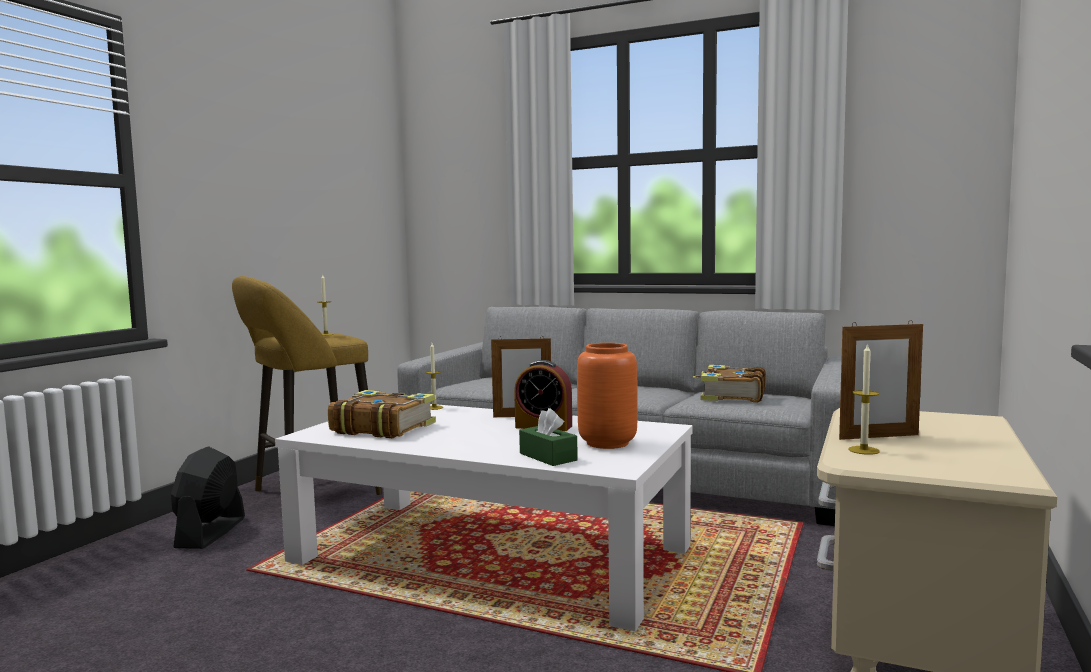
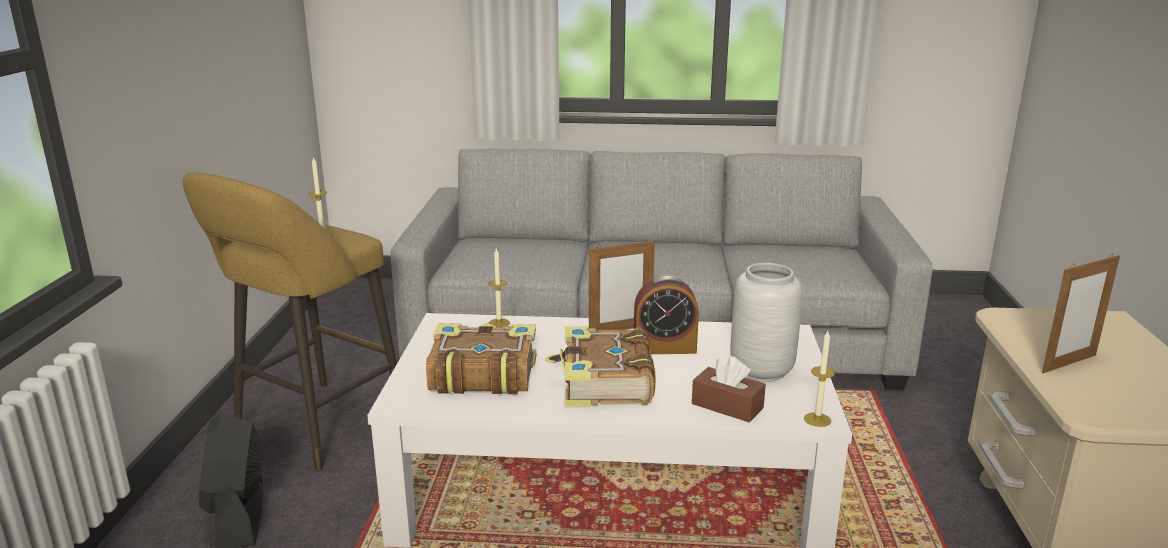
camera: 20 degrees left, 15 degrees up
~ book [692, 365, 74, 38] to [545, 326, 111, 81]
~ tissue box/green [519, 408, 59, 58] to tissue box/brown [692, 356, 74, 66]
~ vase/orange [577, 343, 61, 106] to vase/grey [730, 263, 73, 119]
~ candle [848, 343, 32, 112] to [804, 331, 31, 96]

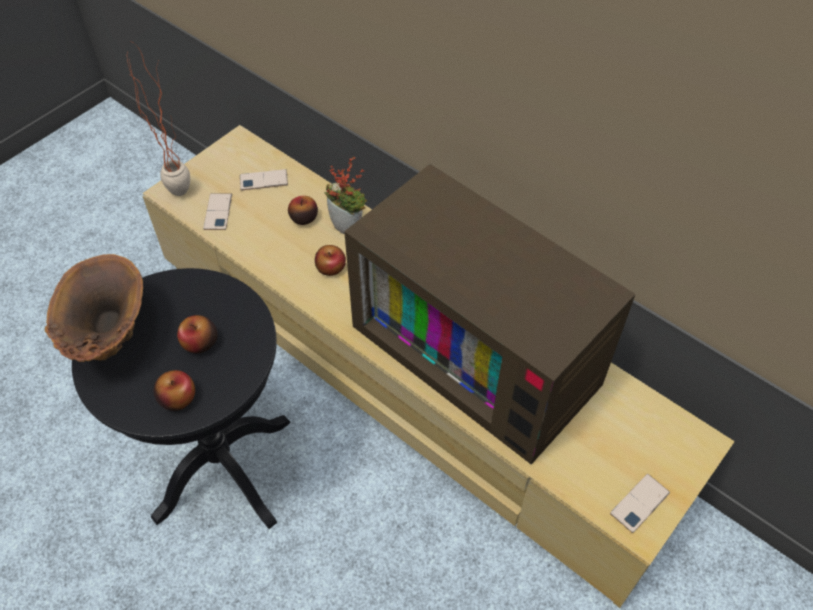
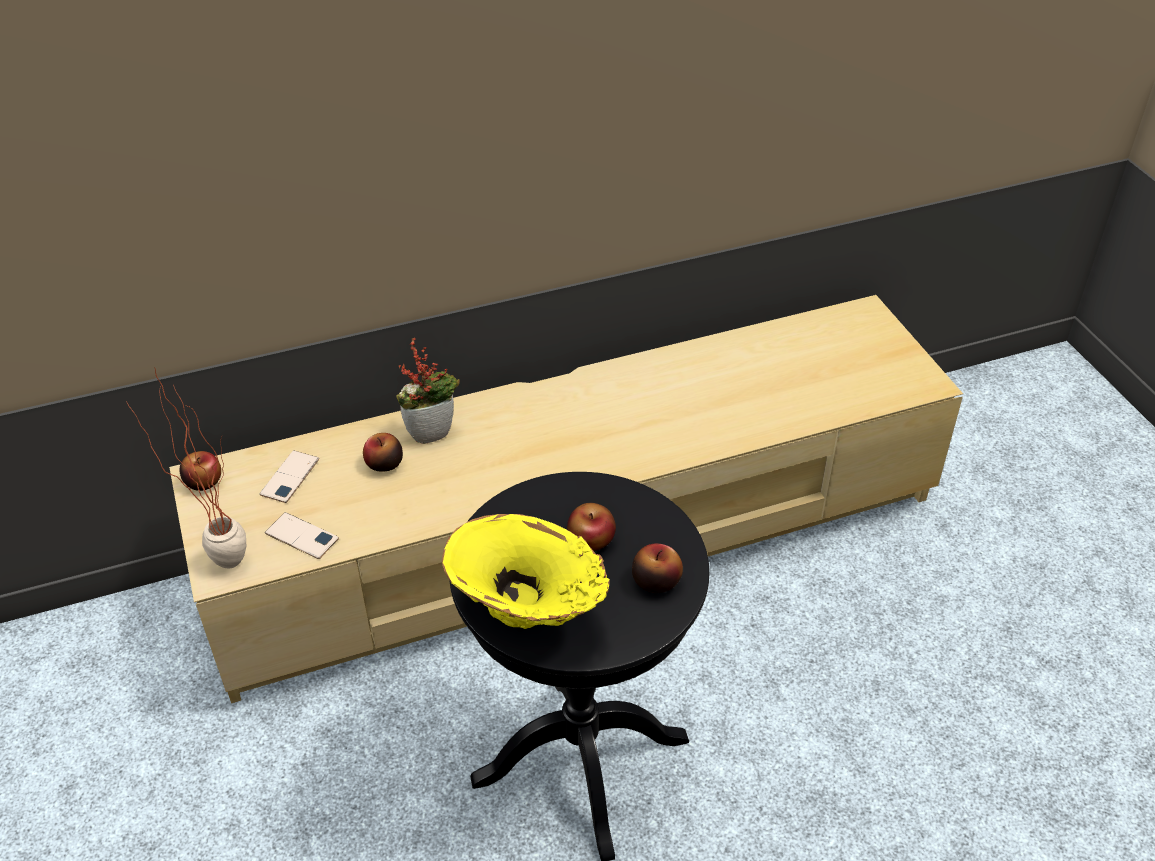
camera: 60 degrees left, 10 degrees down
~ apple [315, 245, 31, 31] to [180, 451, 41, 40]
~ vase/brown [45, 254, 98, 108] to vase/yellow [442, 514, 168, 115]
- television [344, 164, 291, 301]
- phone [610, 474, 60, 59]

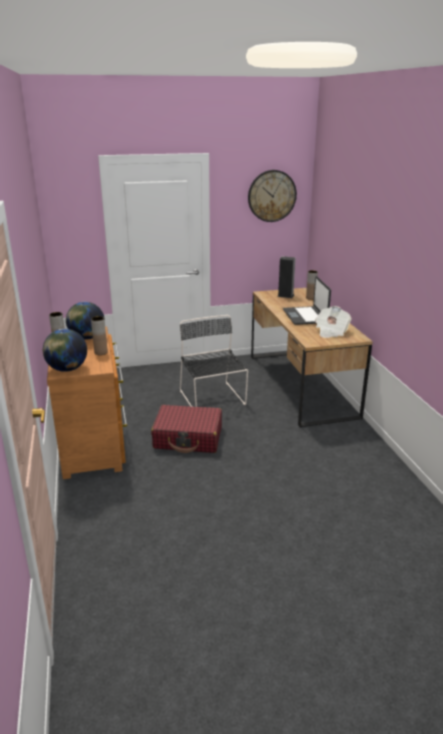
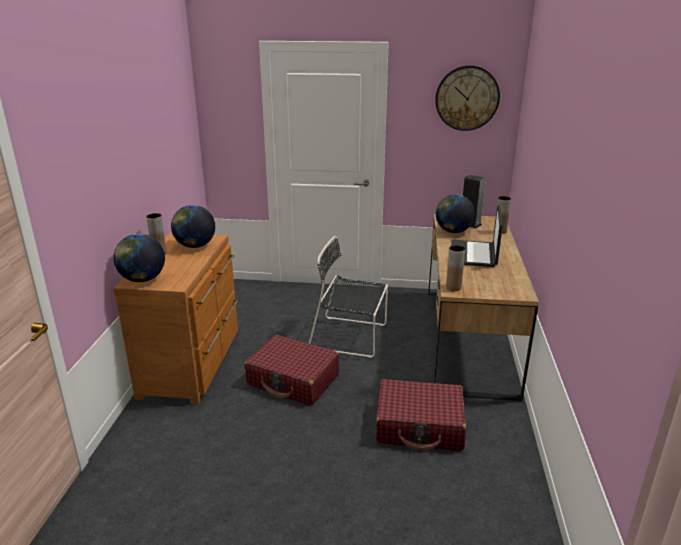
camera: 20 degrees right, 0 degrees up
~ chair/black [180, 315, 68, 92] = [309, 236, 79, 122] 75 degrees counterclockwise
+ suitcase/red [376, 379, 91, 72]
+ globe [436, 195, 39, 38]
~ vase/brown [91, 316, 17, 39] to [446, 245, 19, 46]
- newspaper [315, 306, 37, 32]

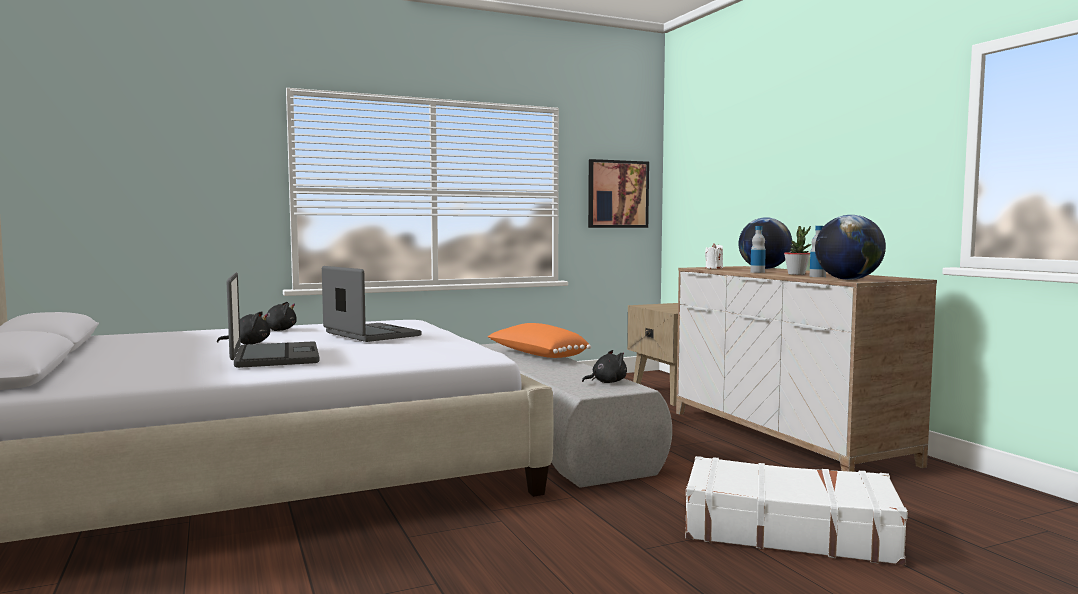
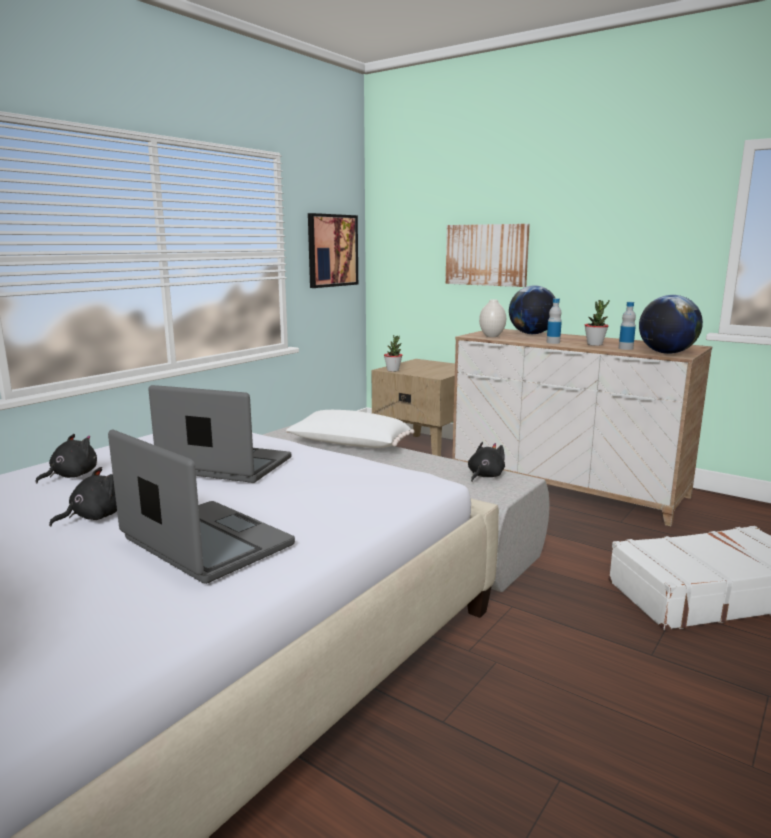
camera: 30 degrees left, 10 degrees up
~ pillow/orange [488, 323, 103, 35] to pillow/white [286, 410, 129, 38]
+ potted plant [384, 335, 18, 37]
+ picture [445, 224, 85, 63]
~ candle/white [705, 243, 18, 26] to vase/white [479, 299, 27, 38]

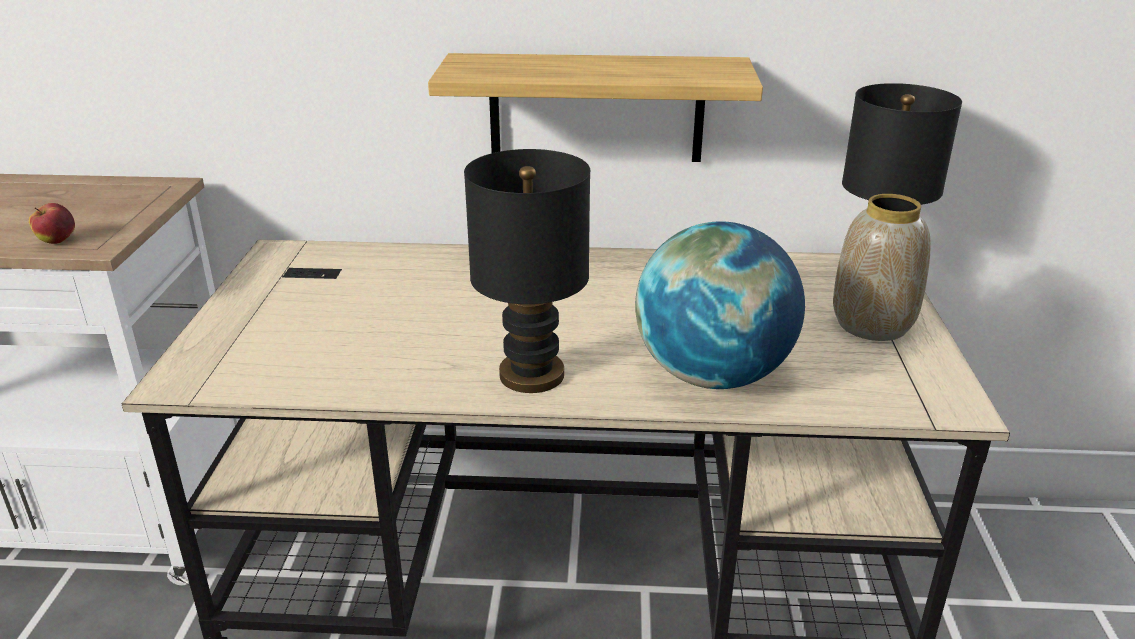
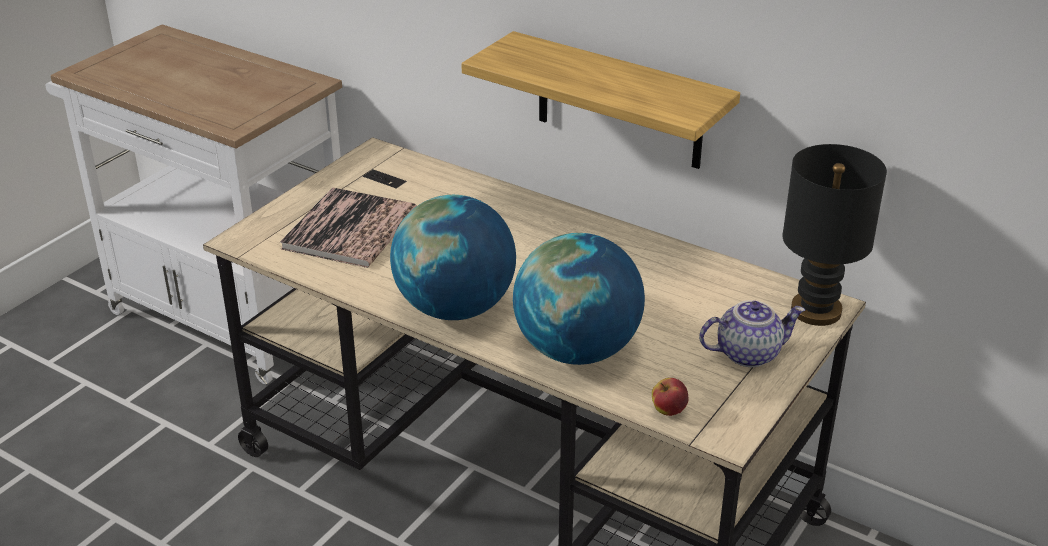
camera: 30 degrees right, 5 degrees up
+ book [280, 187, 137, 81]
~ table lamp/black [464, 149, 126, 244] to globe [390, 195, 126, 125]
~ apple [29, 203, 46, 41] to [652, 378, 36, 38]
~ vase [833, 194, 97, 147] to teapot [699, 300, 106, 67]

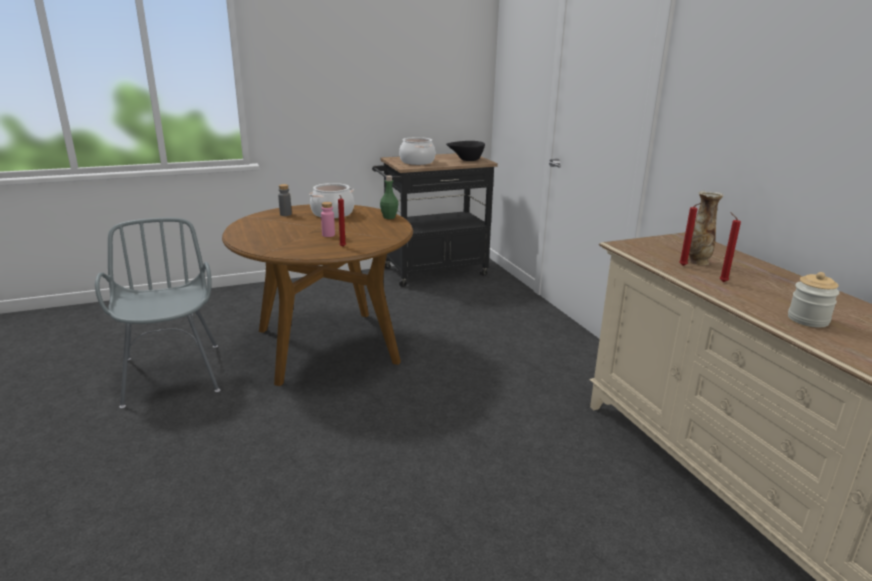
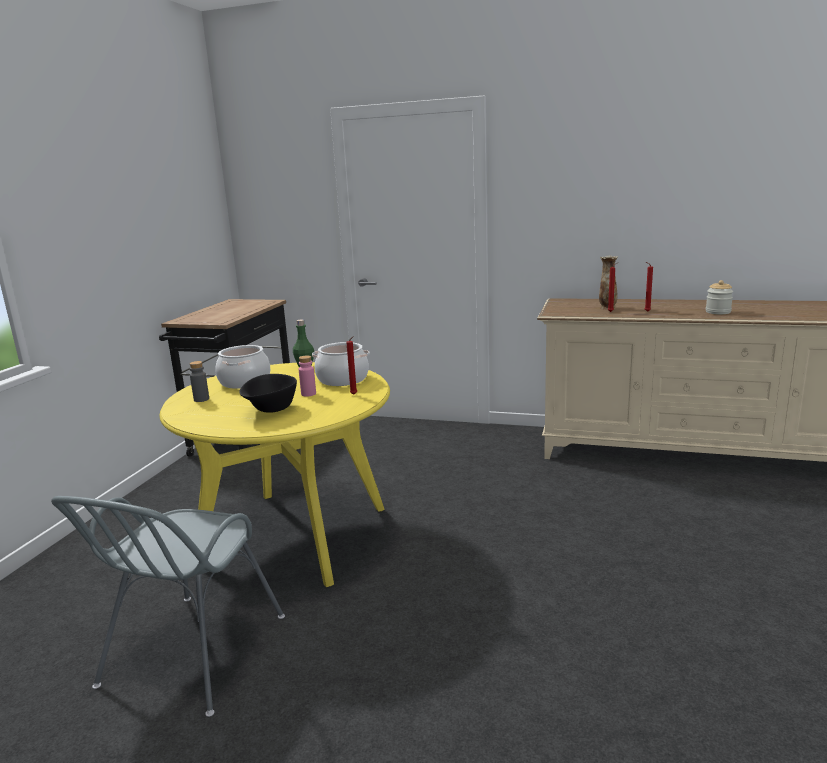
camera: 50 degrees left, 5 degrees down
~ chair/grey [95, 218, 125, 190] = [51, 496, 234, 221] 90 degrees counterclockwise
~ dining table/brown [222, 204, 191, 182] to dining table/yellow [159, 362, 231, 225]
~ bowl/black [446, 141, 39, 20] to [239, 374, 58, 39]
~ cooking pot [399, 137, 36, 28] to [312, 342, 58, 44]

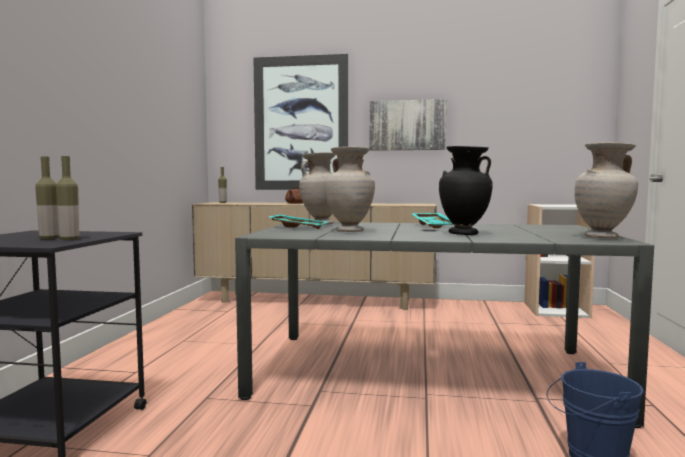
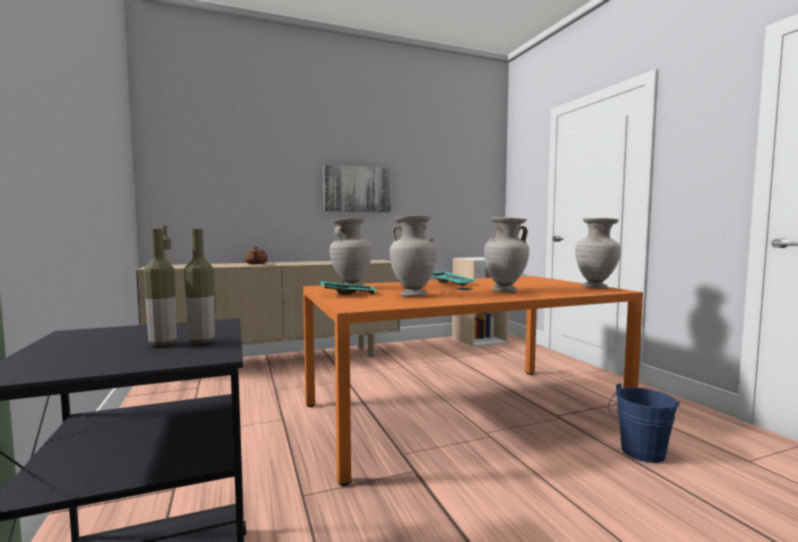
camera: 30 degrees left, 0 degrees up
~ dining table/grey [235, 222, 419, 206] to dining table/orange [303, 276, 340, 210]
~ vase/black [439, 146, 54, 89] to vase/beige [484, 217, 45, 75]
- picture [254, 54, 94, 136]

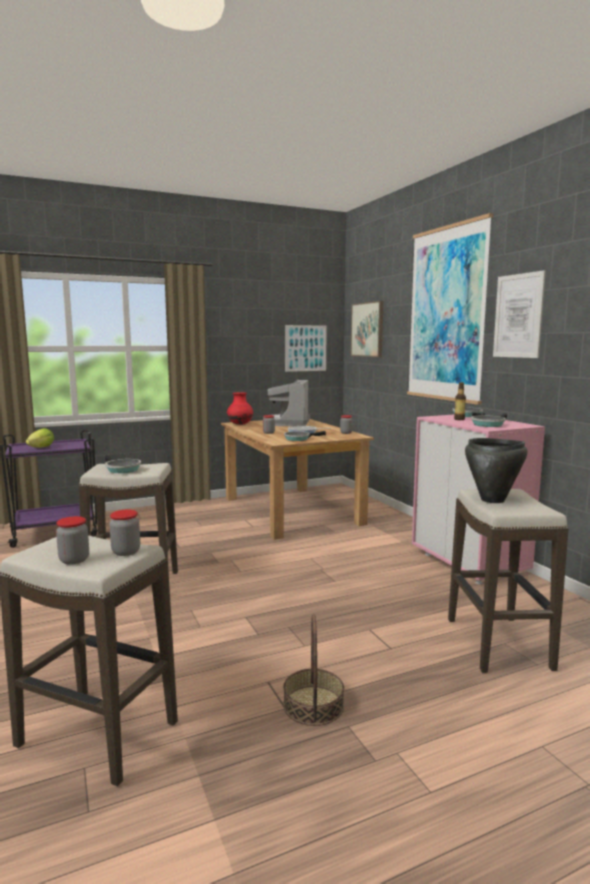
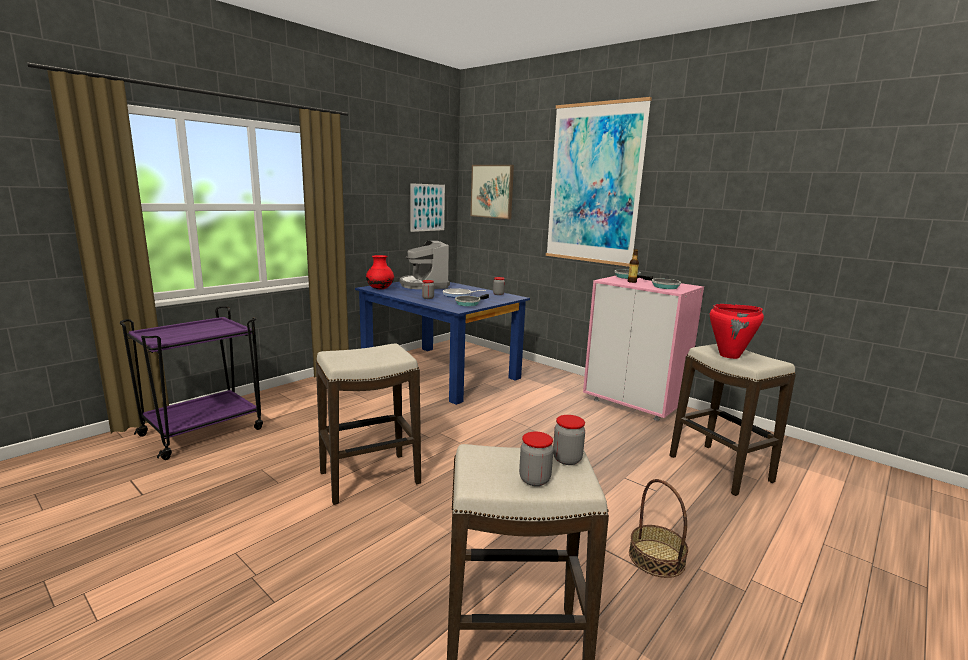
camera: 25 degrees left, 5 degrees up
~ dining table/brown [221, 419, 153, 121] to dining table/blue [355, 282, 175, 123]
~ cooking pot/black [465, 438, 63, 65] to cooking pot/red [710, 304, 54, 55]
- lettuce [26, 428, 28, 20]
- frying pan [104, 455, 37, 18]
- picture [493, 270, 53, 88]

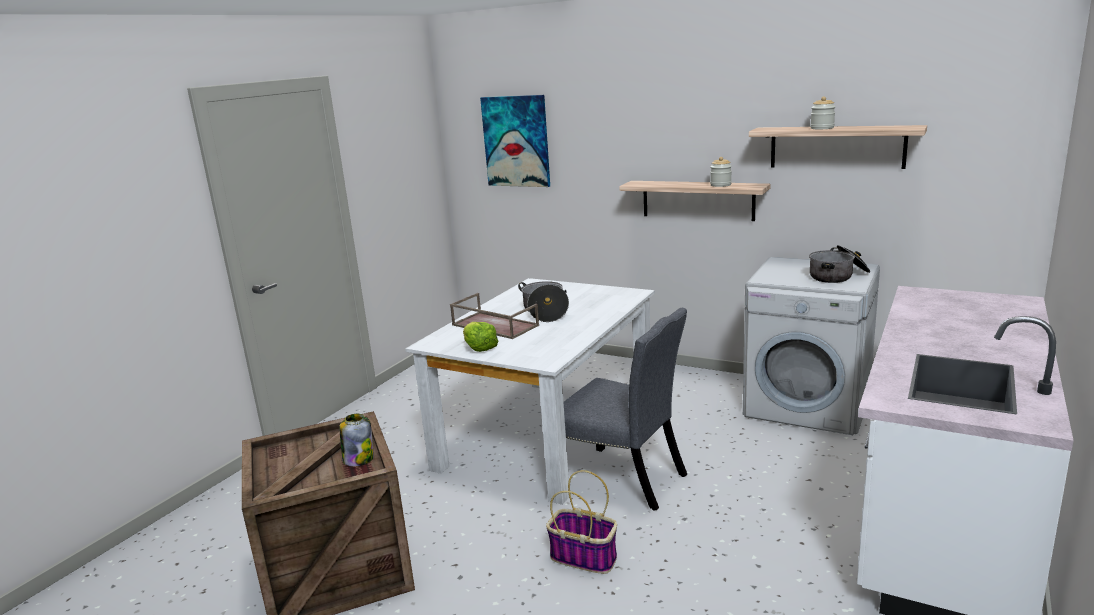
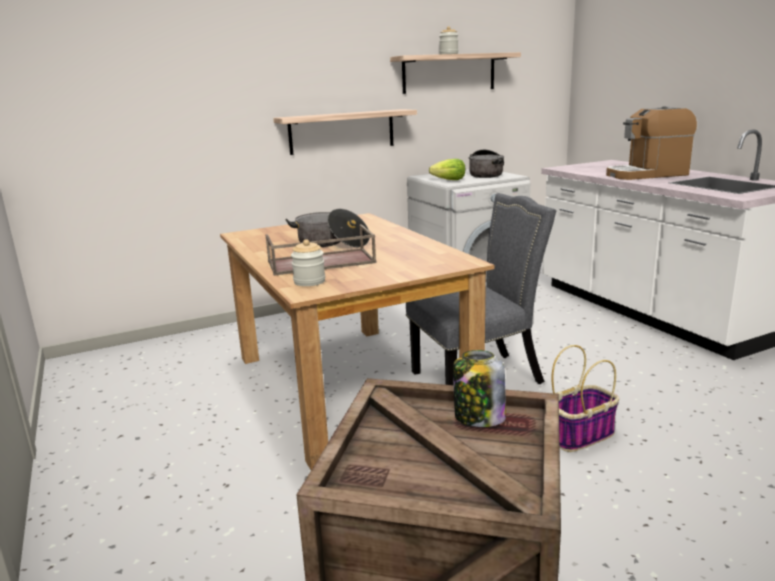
camera: 55 degrees left, 0 degrees up
~ dining table/white [405, 278, 250, 227] to dining table/brown [220, 213, 274, 257]
~ jar [710, 157, 22, 30] to [291, 239, 34, 47]
~ lettuce [463, 322, 35, 30] to [429, 159, 36, 21]
+ coffee machine [606, 106, 91, 74]
- picture [480, 95, 70, 92]

